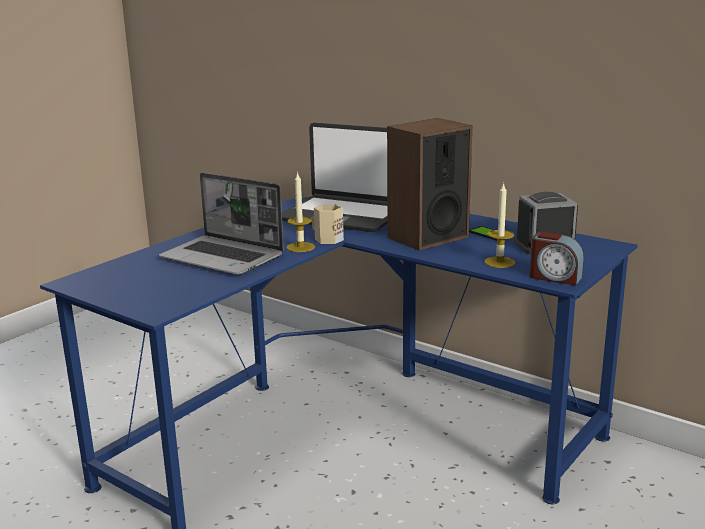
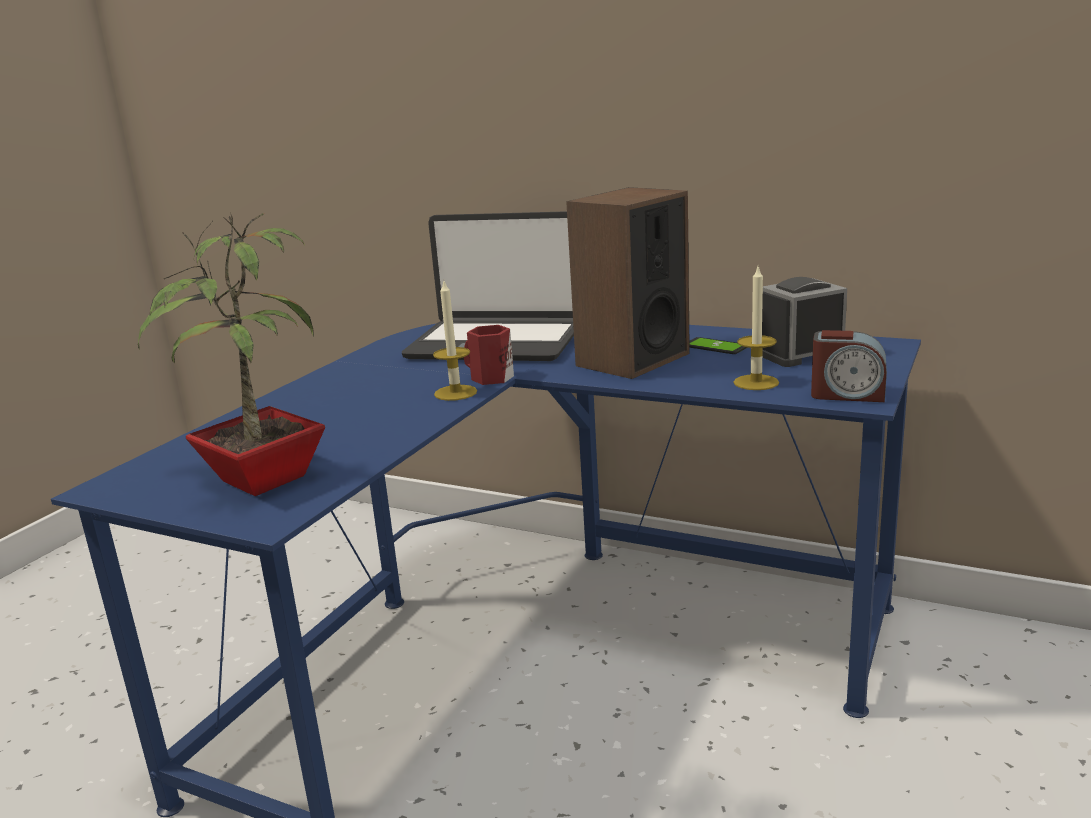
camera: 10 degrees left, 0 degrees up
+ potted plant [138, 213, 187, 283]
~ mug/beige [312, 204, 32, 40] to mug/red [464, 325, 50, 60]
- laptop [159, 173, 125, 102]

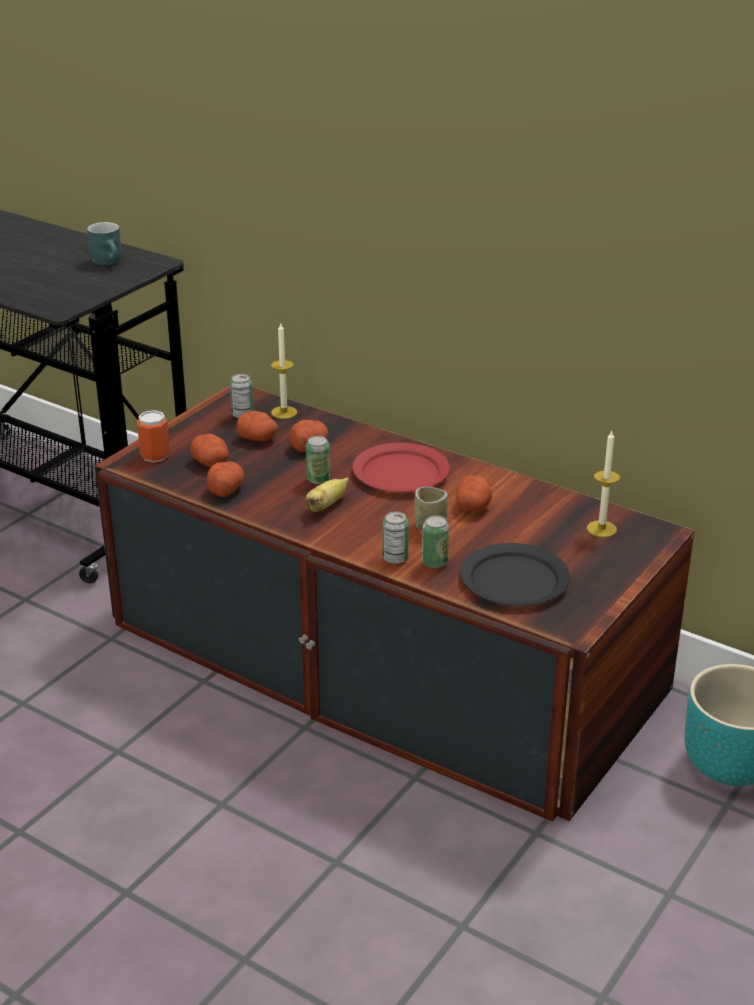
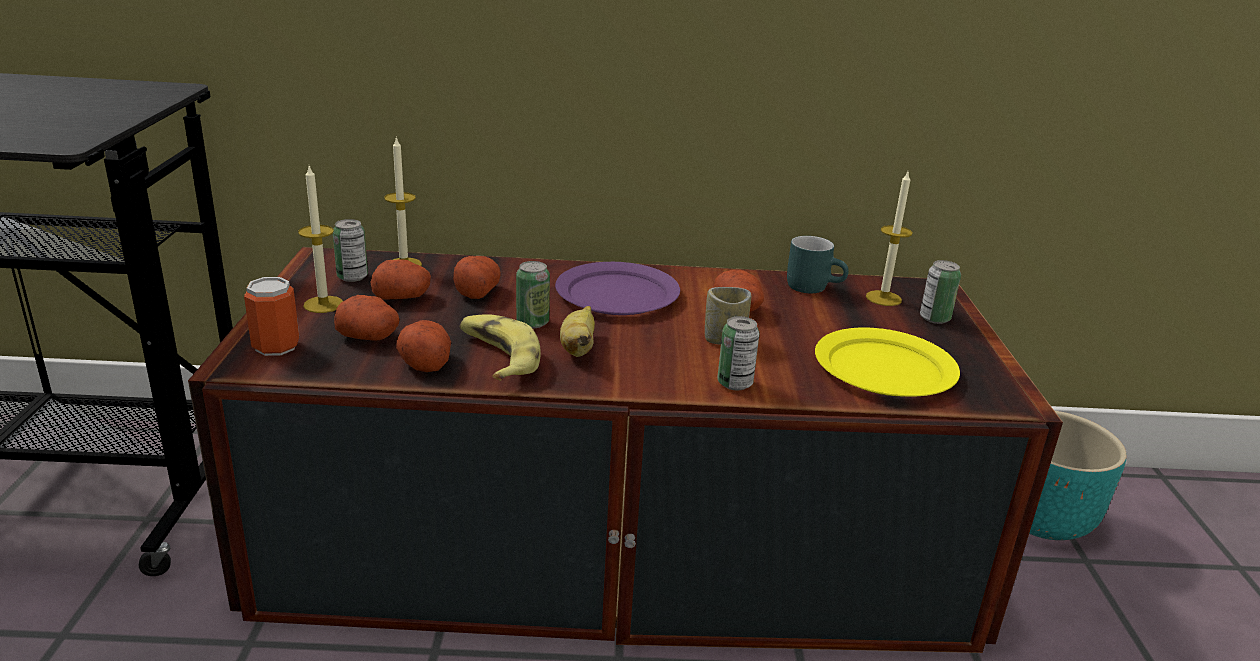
camera: 35 degrees left, 5 degrees down
+ candle [298, 166, 45, 147]
+ banana [460, 314, 80, 67]
~ plate/red [352, 443, 98, 49] to plate/purple [555, 262, 125, 53]
~ mug/turquoise [87, 222, 34, 43] to [787, 236, 62, 57]
~ plate/black [460, 543, 110, 63] to plate/yellow [815, 327, 145, 70]
~ can [422, 515, 27, 53] to [920, 260, 41, 64]

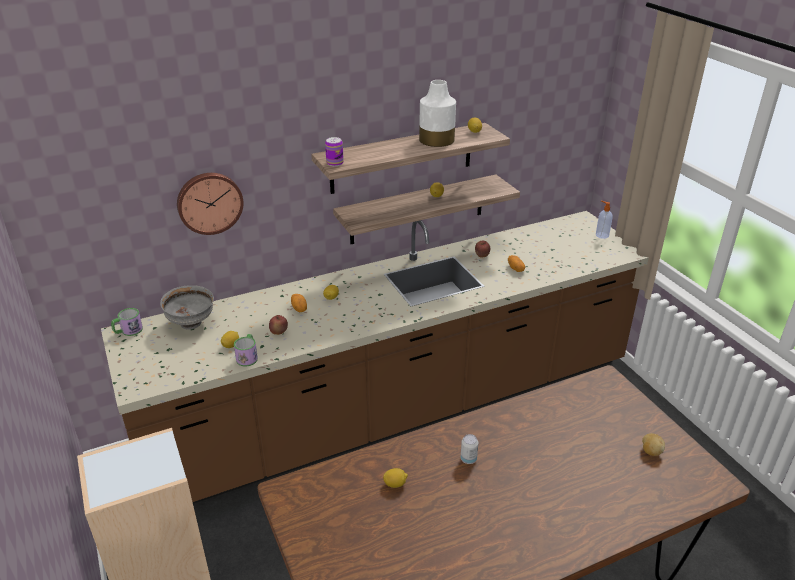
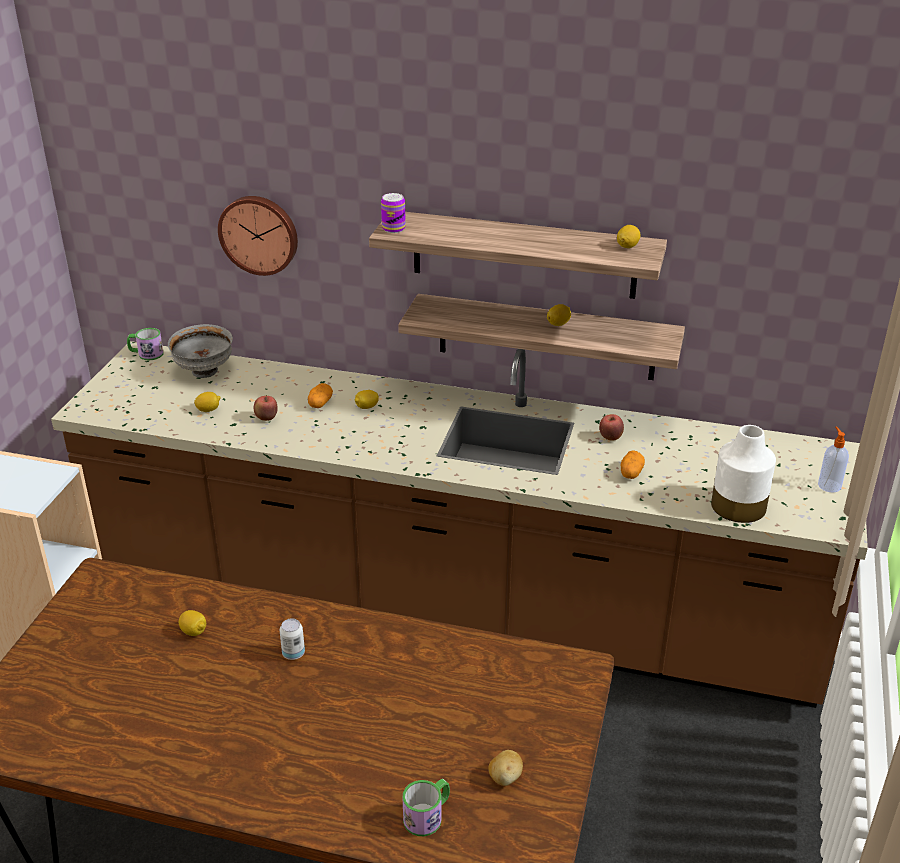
camera: 40 degrees right, 0 degrees up
~ mug [234, 334, 24, 33] to [403, 779, 47, 57]
~ vase/white [419, 80, 37, 67] to [711, 425, 65, 98]

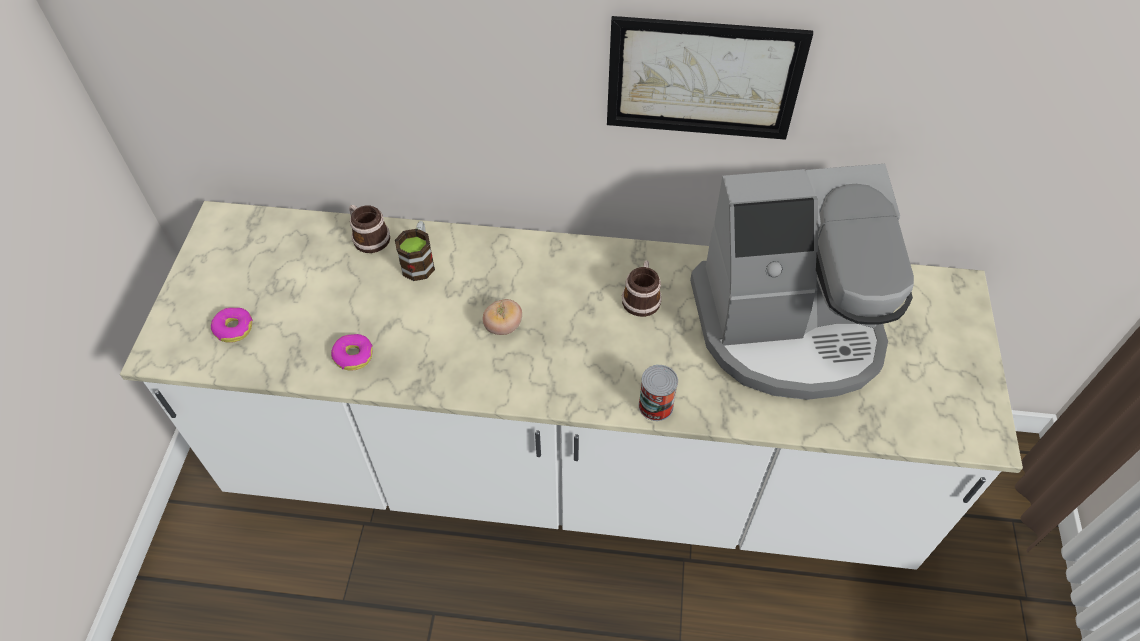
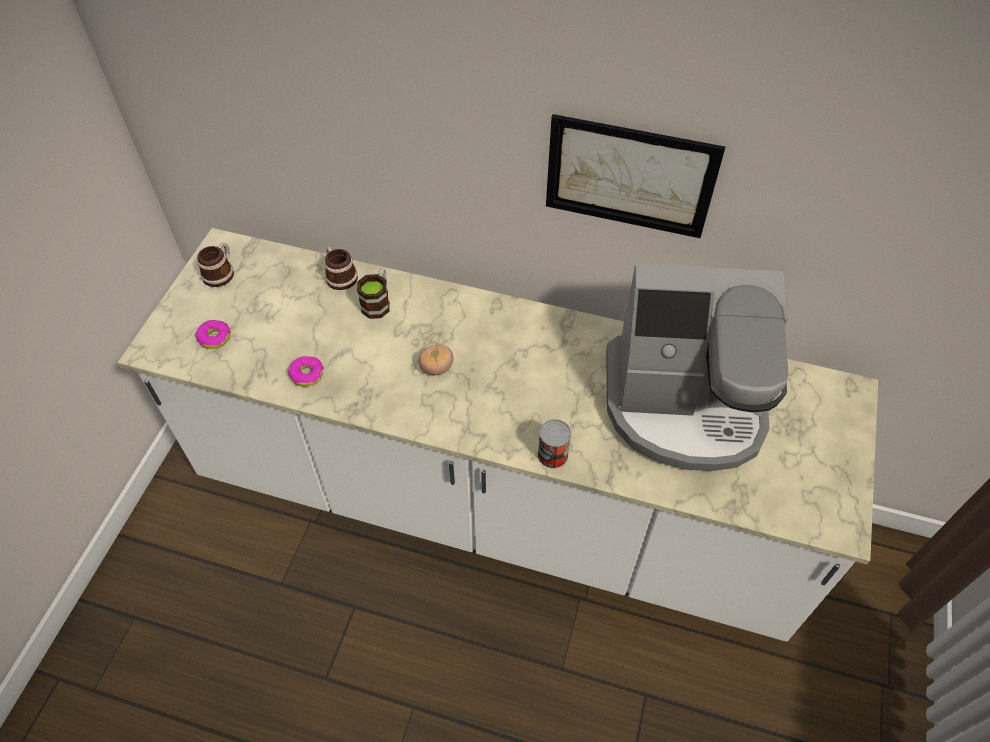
camera: 10 degrees right, 0 degrees up
~ mug [622, 260, 40, 57] to [197, 243, 37, 44]

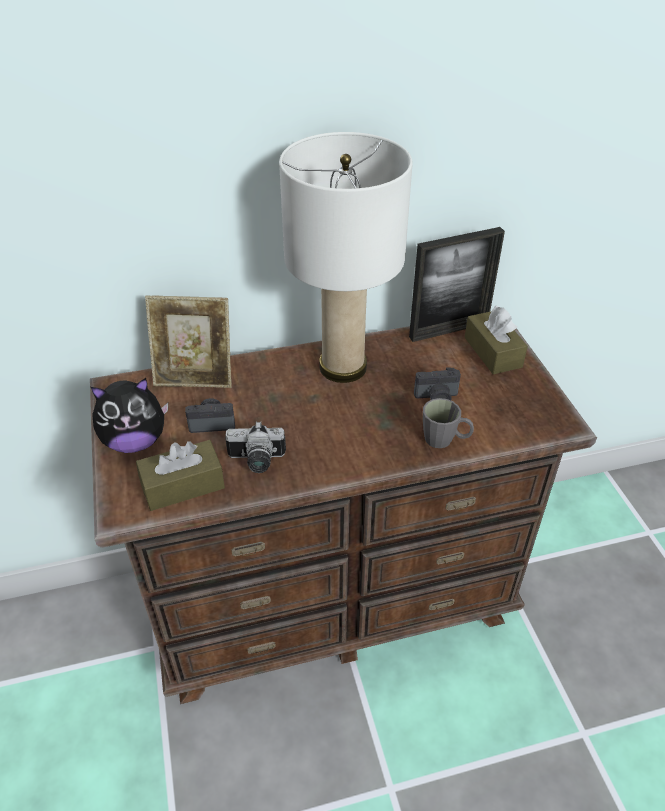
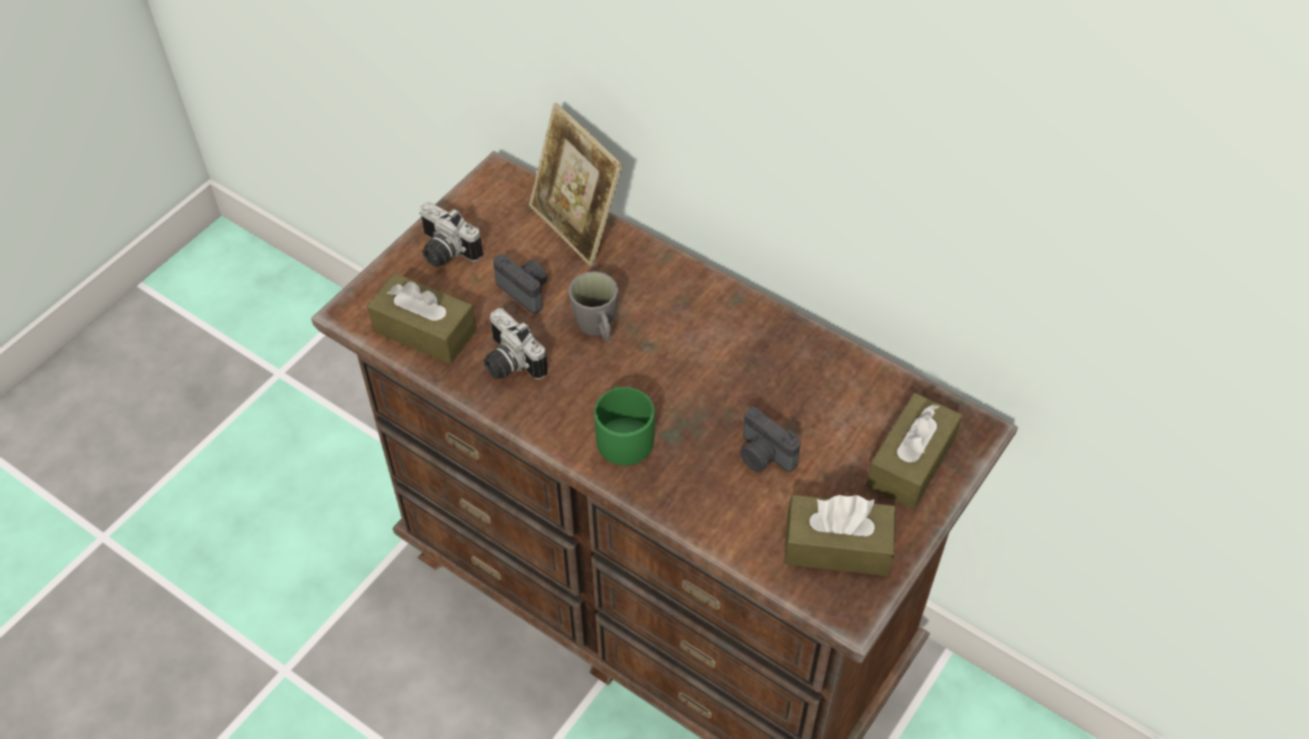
camera: 50 degrees right, 10 degrees up
~ plush toy [91, 378, 77, 75] to photo camera [419, 202, 64, 65]
~ mug/grey [423, 398, 51, 50] to [568, 271, 50, 69]
+ mug/green [594, 386, 61, 79]
+ tissue box/brown [784, 495, 112, 81]
- table lamp/white [279, 132, 133, 251]
- picture frame [409, 227, 96, 115]

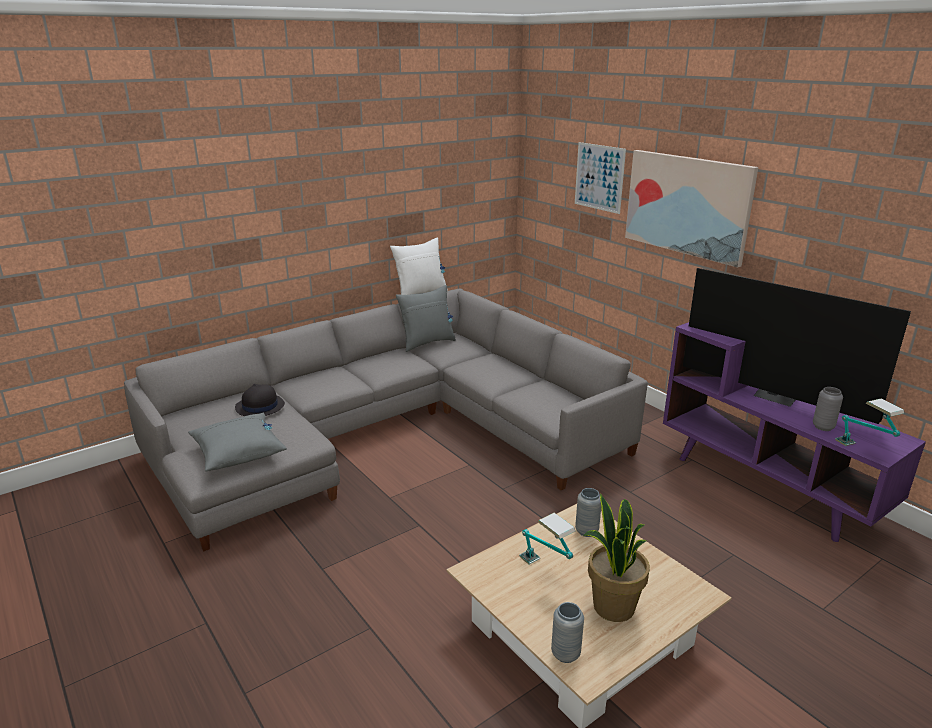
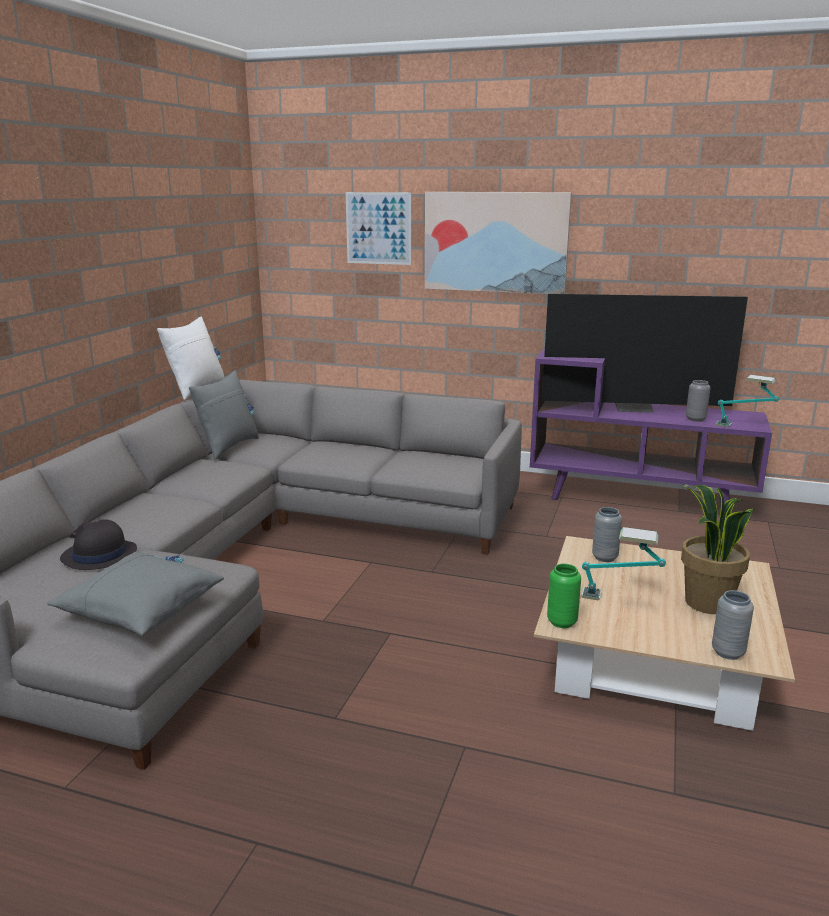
camera: 35 degrees left, 5 degrees down
+ vase/green [547, 564, 34, 64]

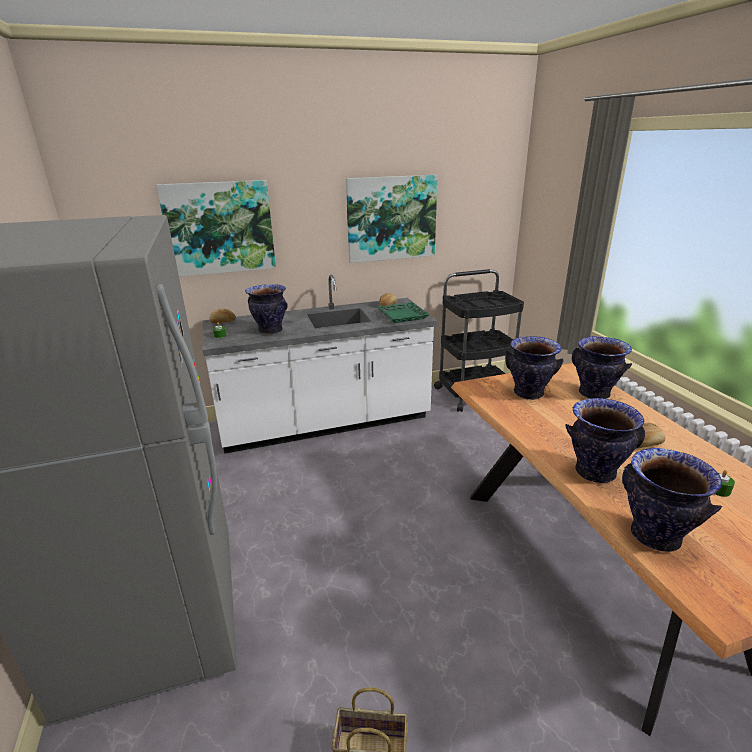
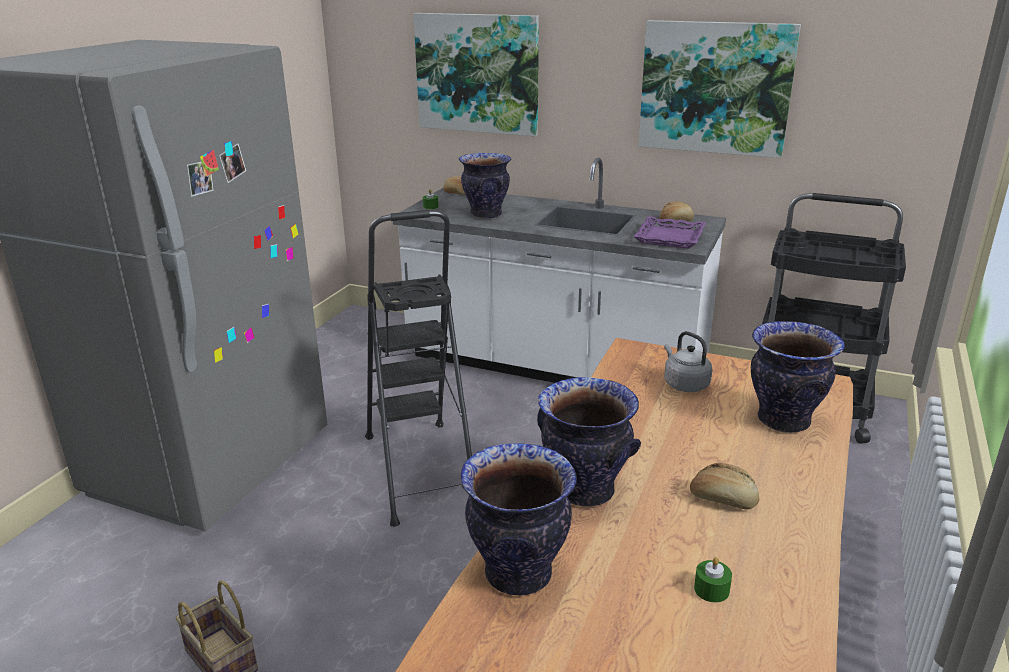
camera: 40 degrees right, 0 degrees up
+ step ladder [365, 210, 107, 317]
~ tray/green [377, 302, 53, 21] to tray/purple [633, 216, 73, 33]
~ vase [505, 336, 59, 64] to kettle/grey [664, 331, 48, 61]

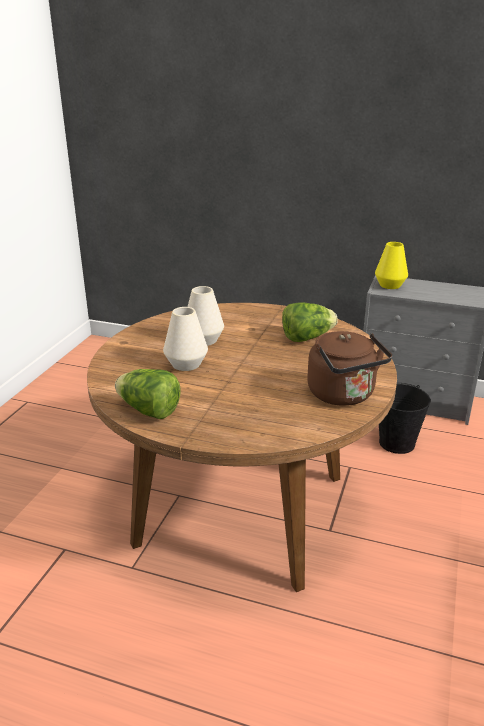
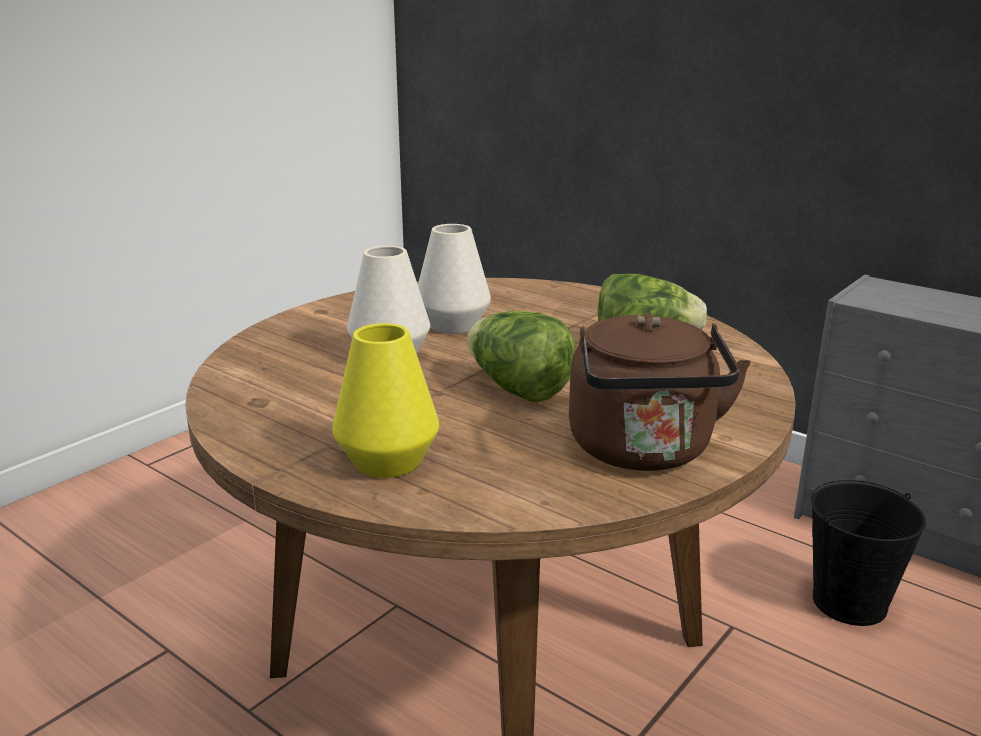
camera: 20 degrees right, 5 degrees down
~ vase/yellow [375, 242, 33, 47] to [332, 323, 107, 155]
~ lettuce [115, 369, 66, 50] to [467, 311, 109, 92]

